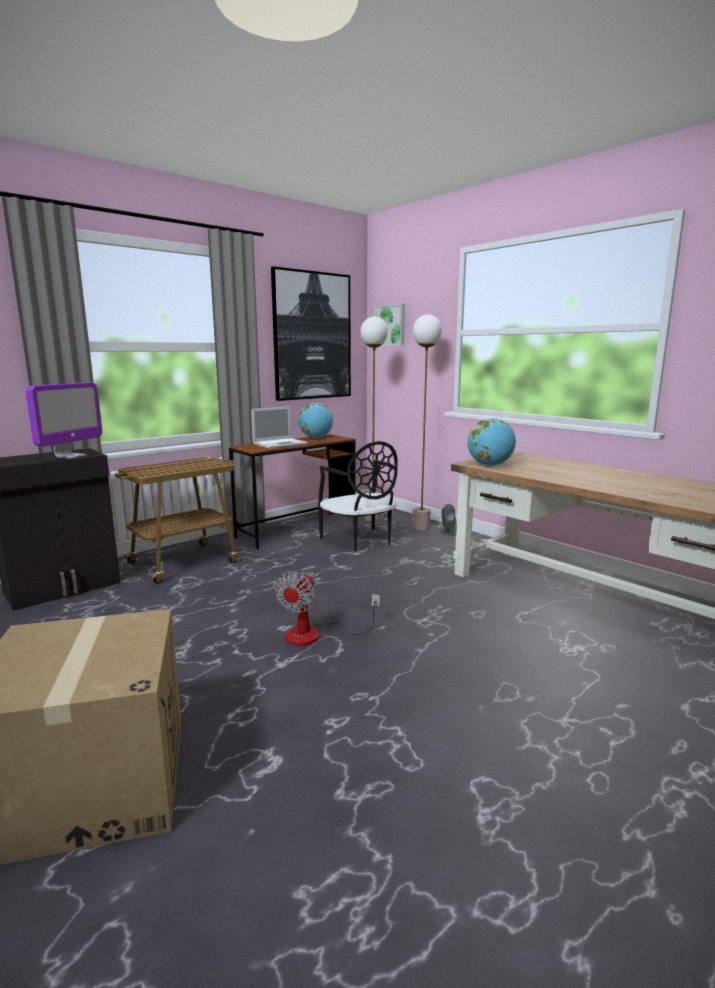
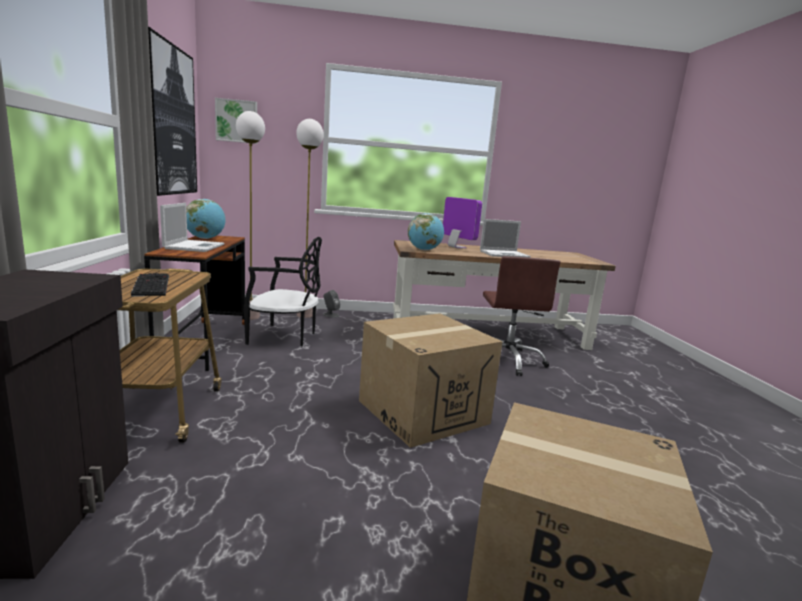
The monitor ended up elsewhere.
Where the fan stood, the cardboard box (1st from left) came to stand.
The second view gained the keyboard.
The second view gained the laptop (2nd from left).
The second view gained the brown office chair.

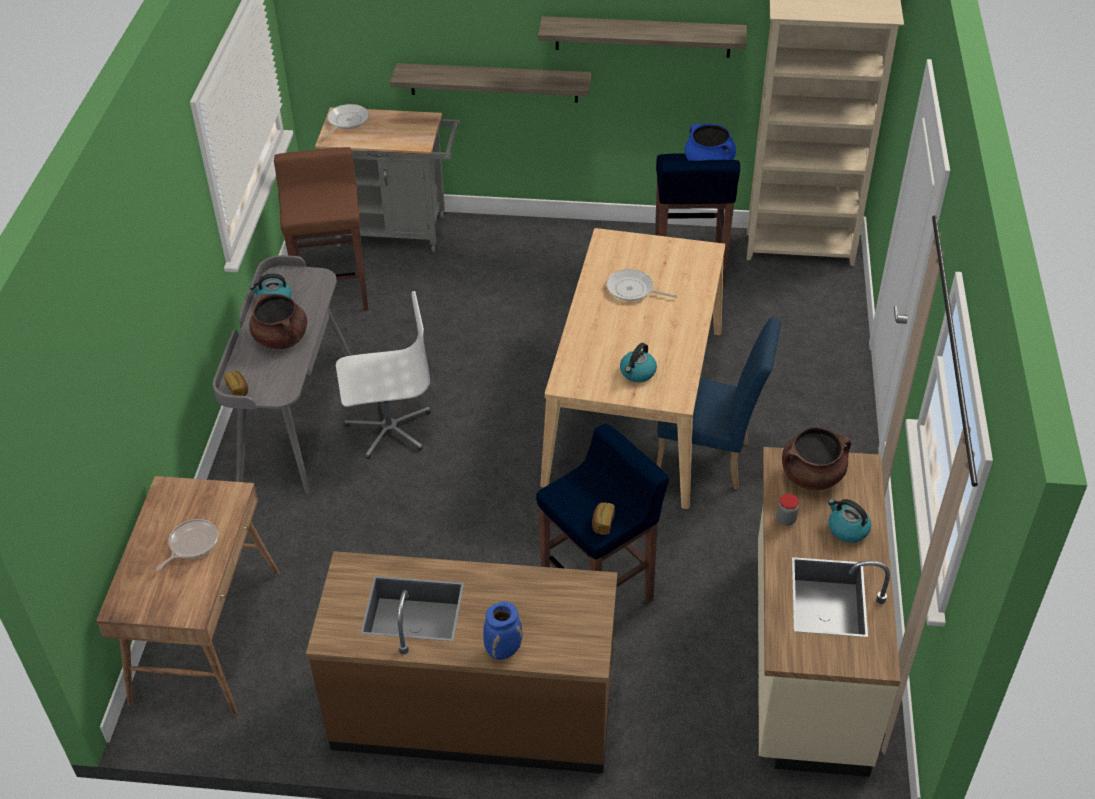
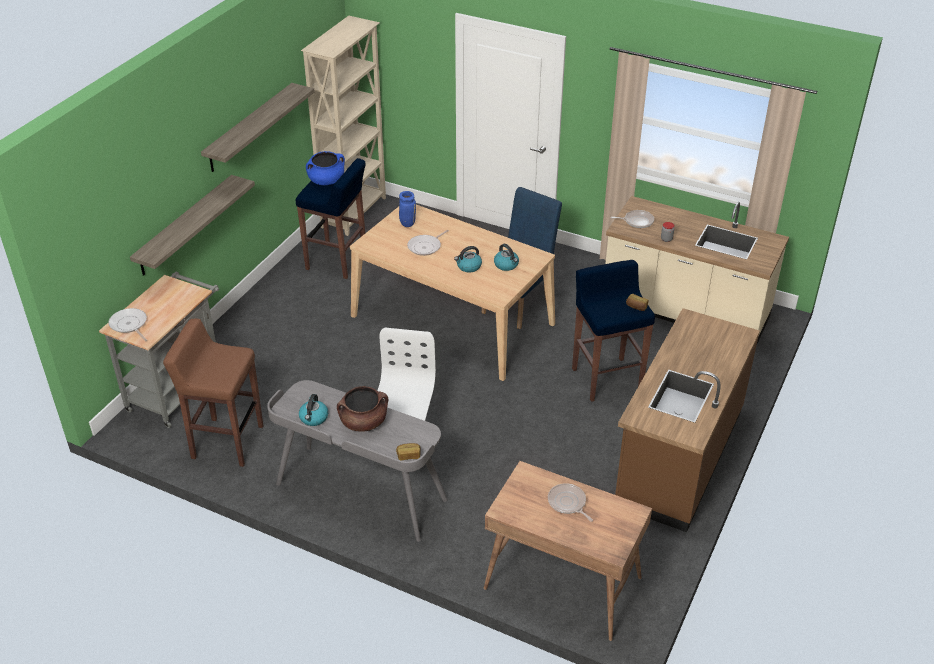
The blue vase ended up elsewhere.
Where the brown cooking pot (2nd from left) stood, the frying pan (4th from left) came to stand.
The kettle (3rd from left in the first image) ended up elsewhere.

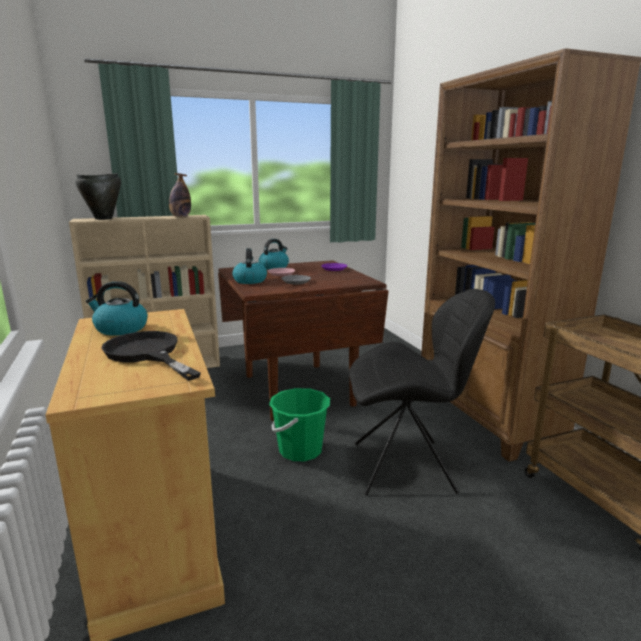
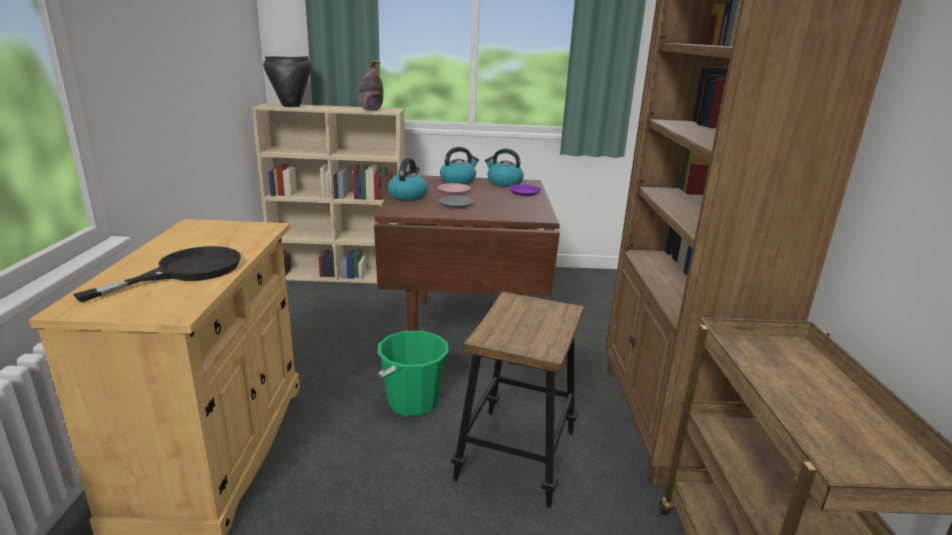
The kettle (1st from left in the first image) ended up elsewhere.
The black frying pan ended up facing another way, 60 degrees clockwise from before.
Where the black chair stood, the stool came to stand.

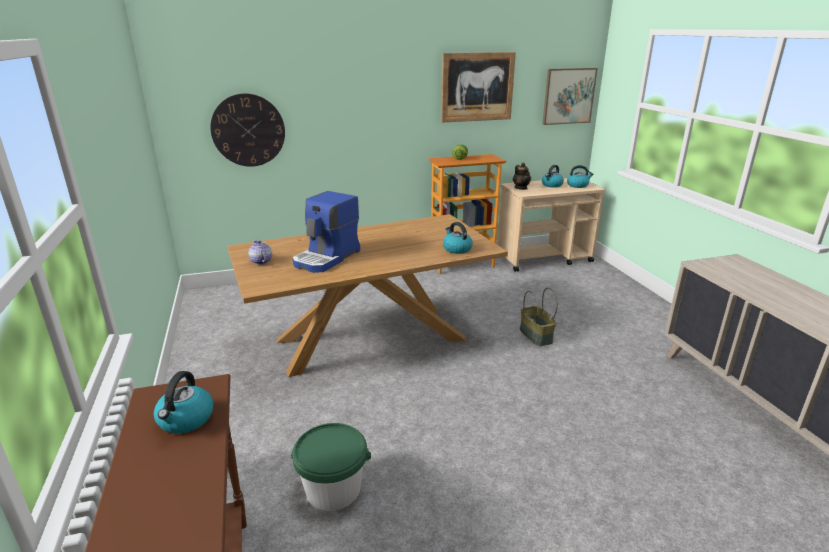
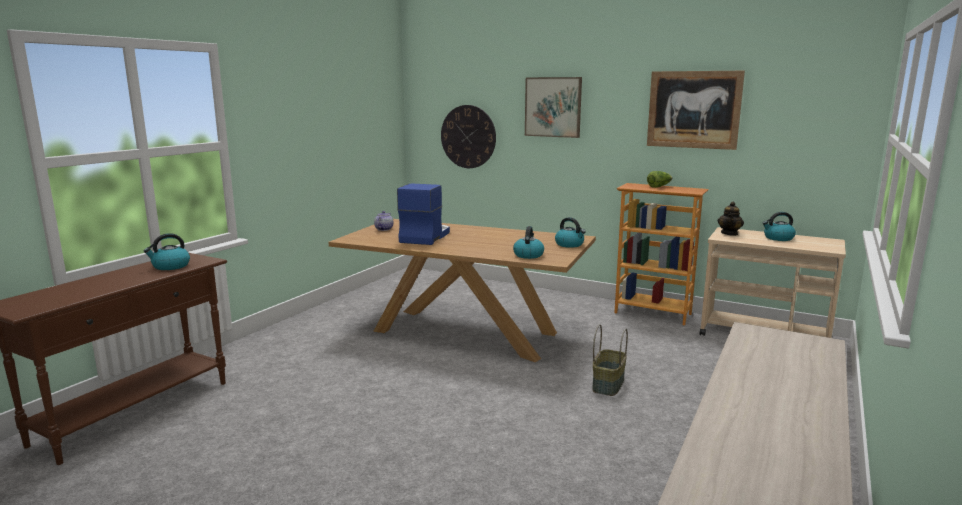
The second view lost the green bucket.
The coffee machine ended up facing another way, 120 degrees clockwise from before.
The picture (2nd from left in the first image) ended up elsewhere.
The kettle (4th from left in the first image) ended up elsewhere.

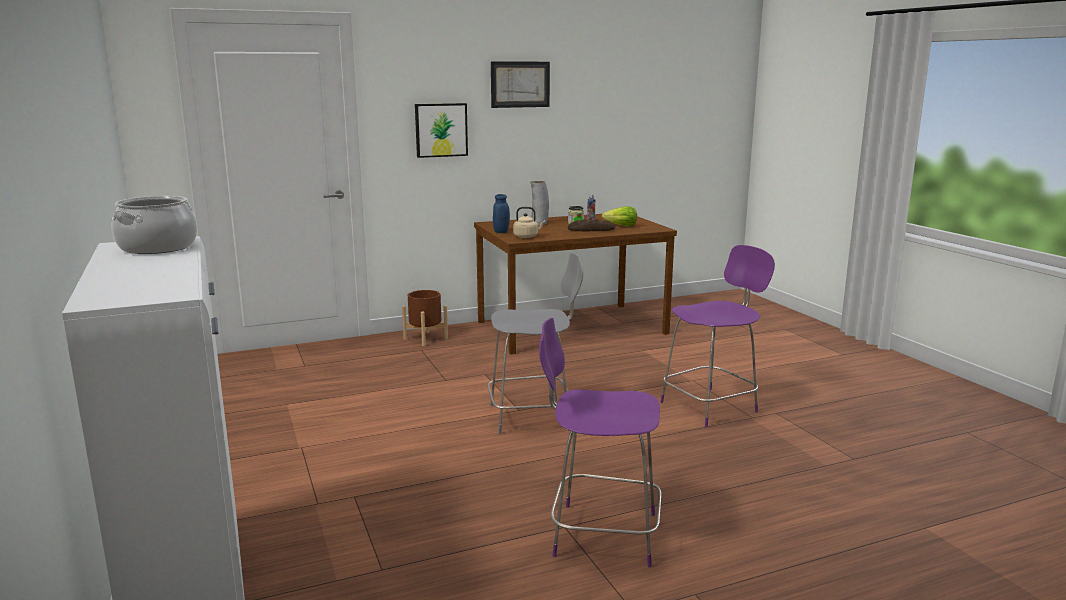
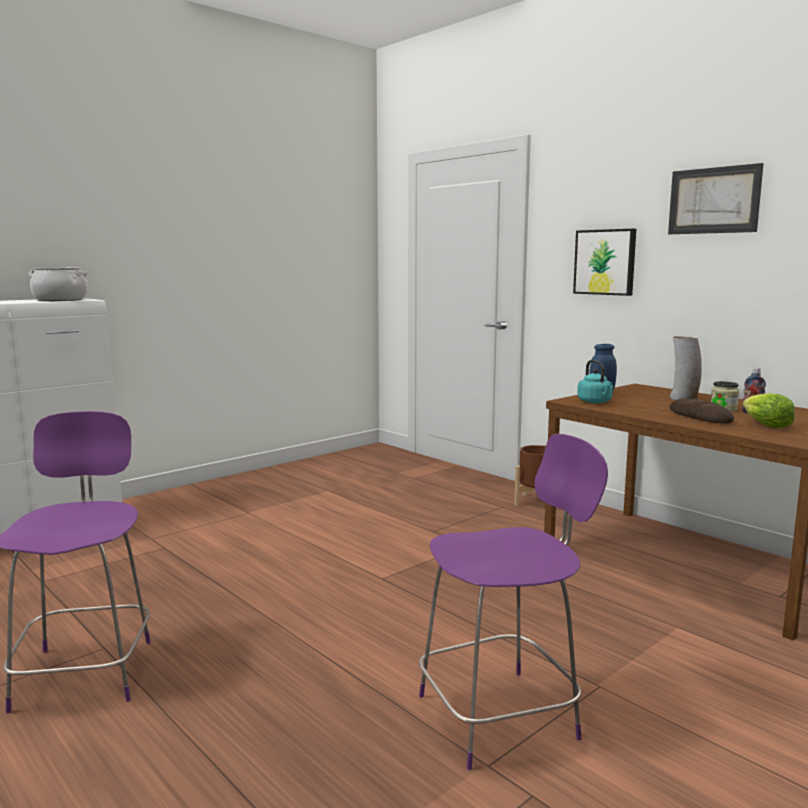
The second view lost the grey chair.
What was the beige kettle turned into the turquoise kettle.
The purple chair (2nd from left) ended up facing another way, 60 degrees counterclockwise from before.

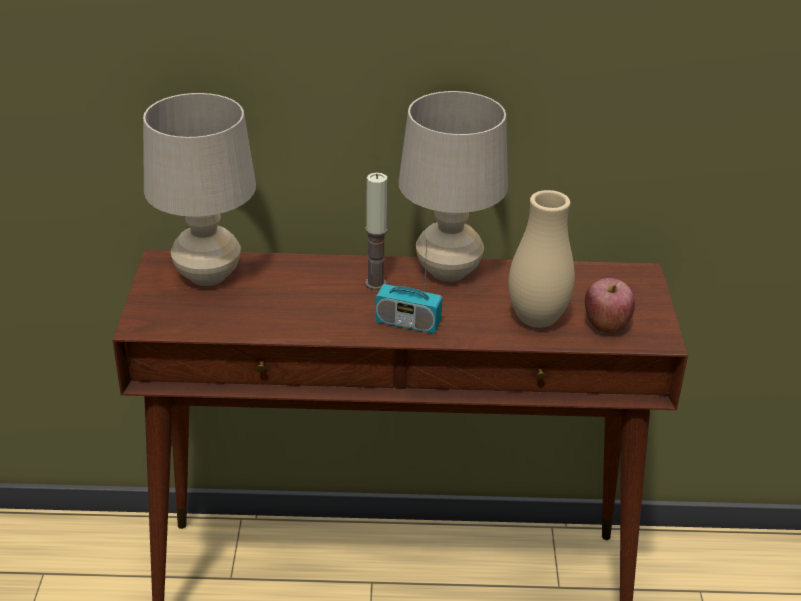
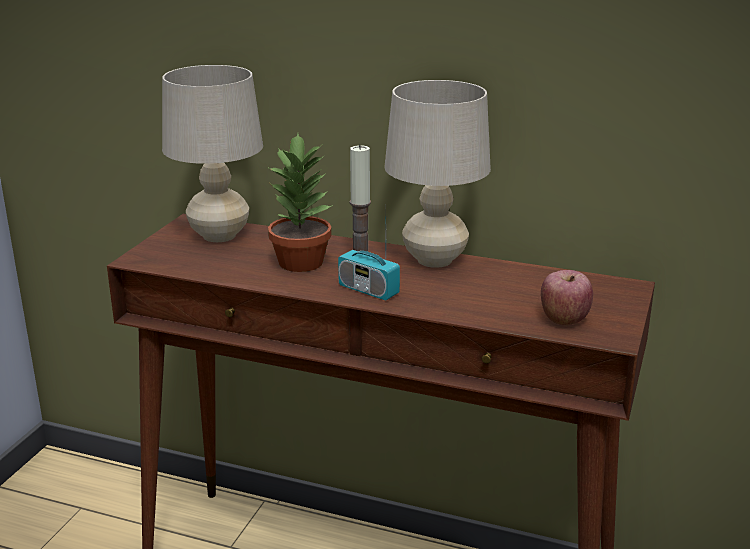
The second view lost the beige vase.
The second view gained the potted plant.

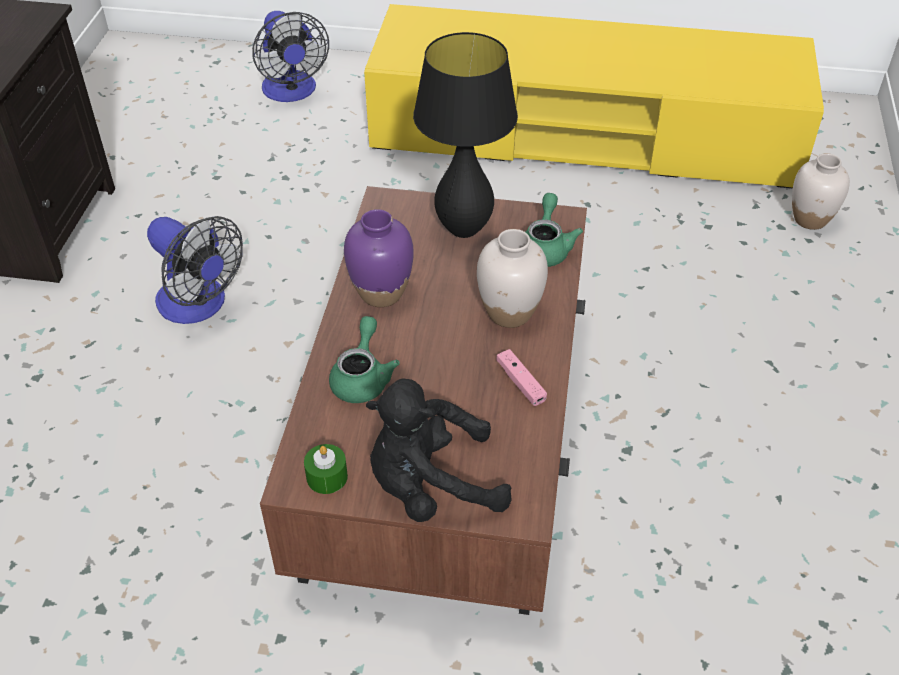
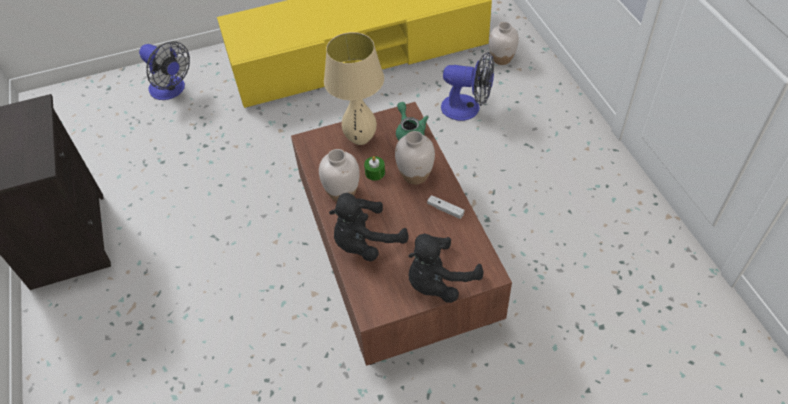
The fan (1st from left in the first image) ended up elsewhere.
The green candle ended up elsewhere.
Where the green teapot (1st from left) stood, the black plush toy (1st from left) came to stand.
What was the purple vase turned into the white vase (1st from left).
What was the black table lamp turned into the beige table lamp.
What was the pink game controller turned into the white game controller.

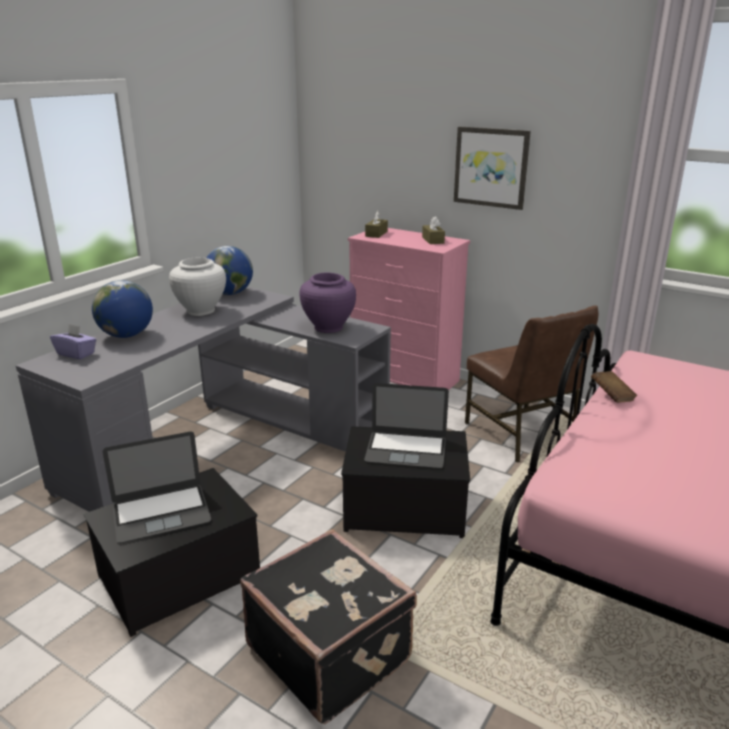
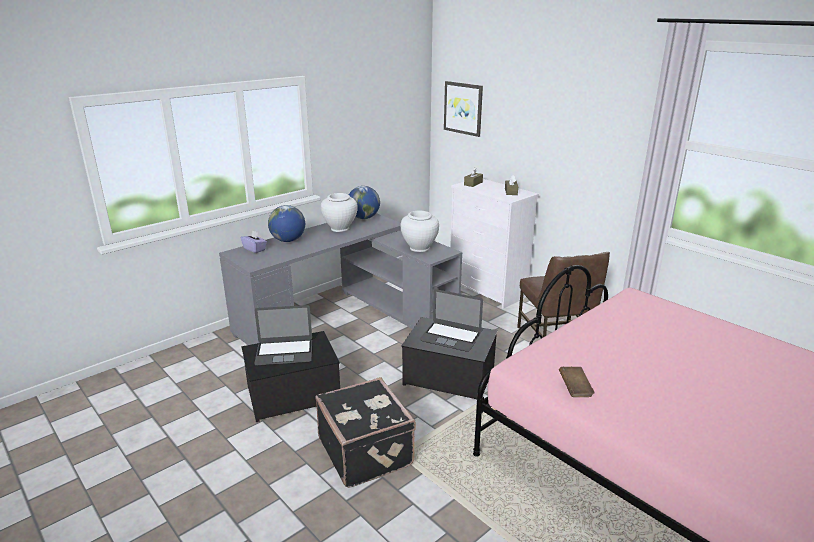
What was the purple vase turned into the white vase (2nd from left).
What was the pink dresser turned into the white dresser.
The picture ended up elsewhere.
The brown book ended up elsewhere.

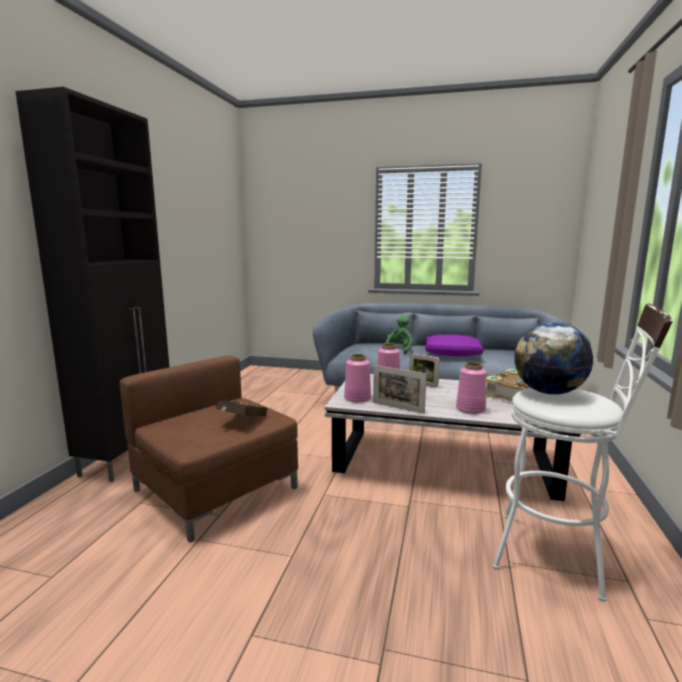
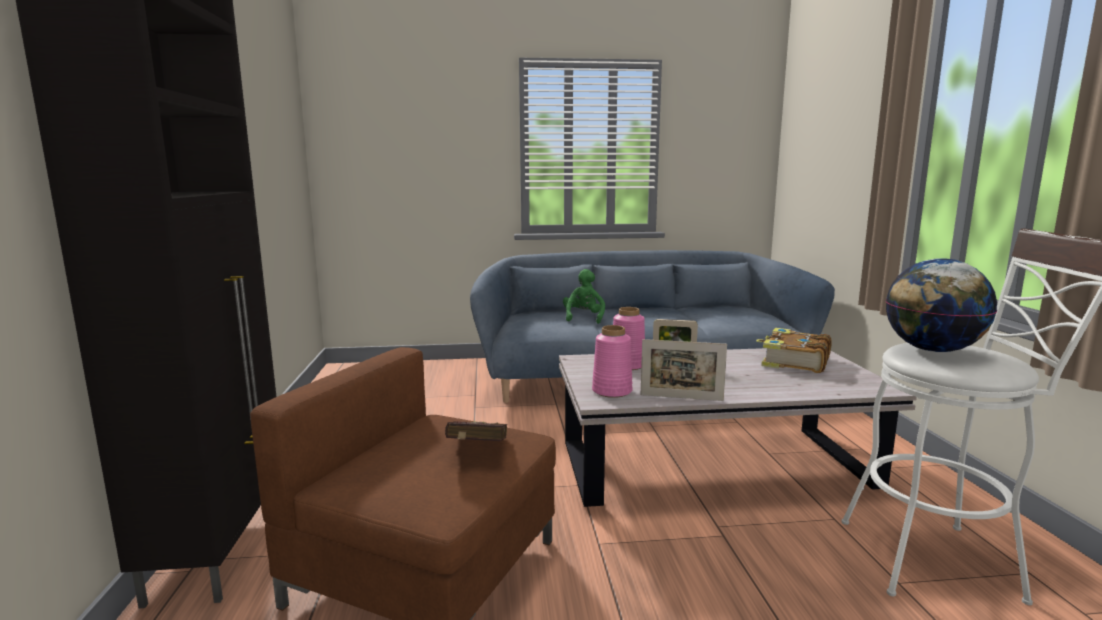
The second view lost the purple pillow.
The second view lost the pink vase (3rd from left).

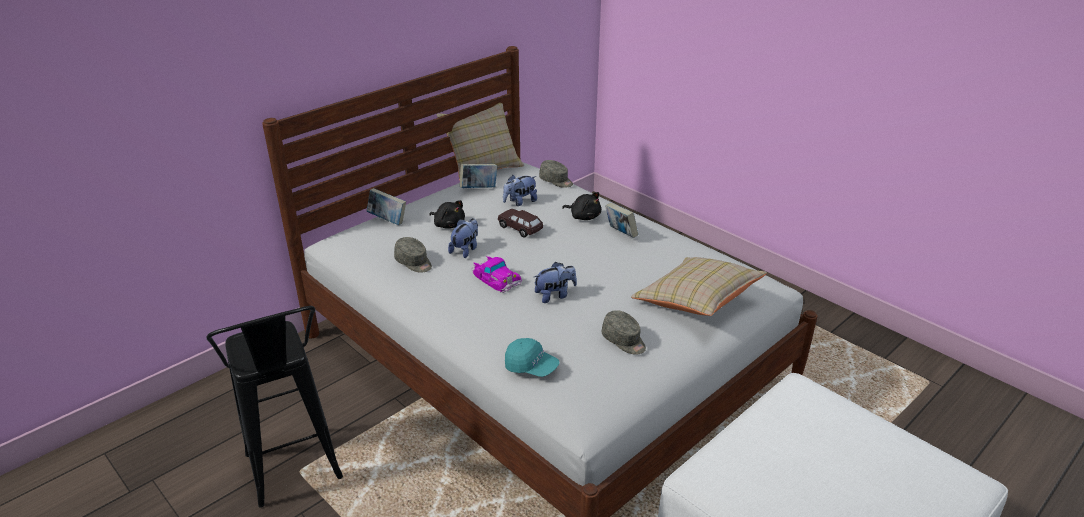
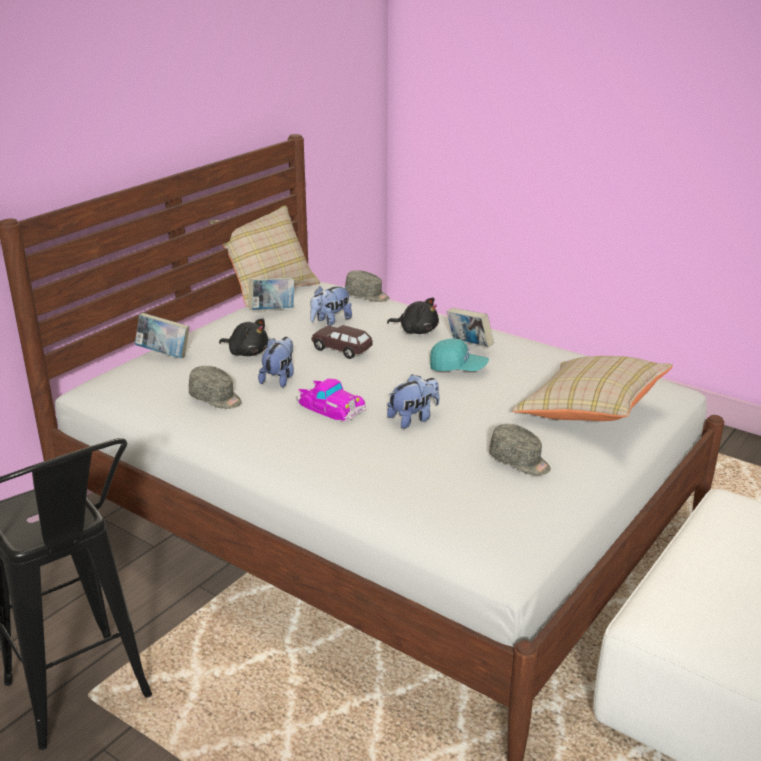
The turquoise cap ended up elsewhere.

